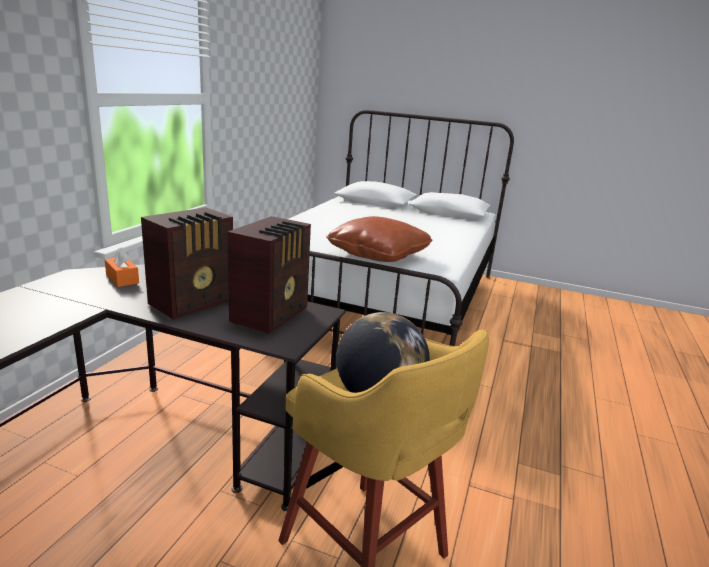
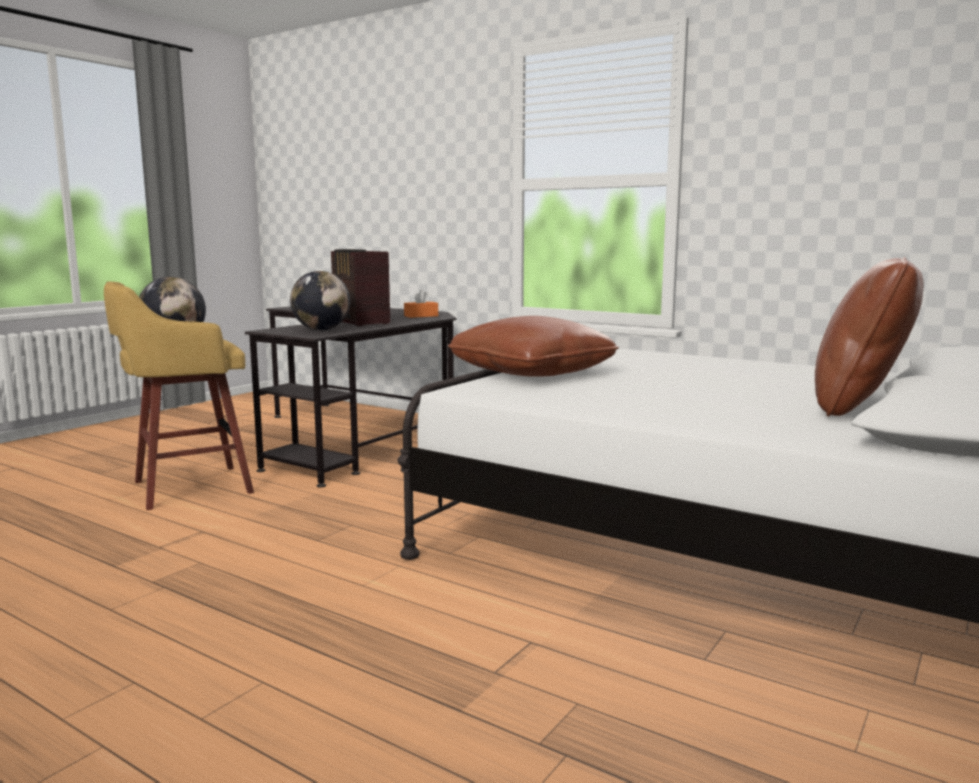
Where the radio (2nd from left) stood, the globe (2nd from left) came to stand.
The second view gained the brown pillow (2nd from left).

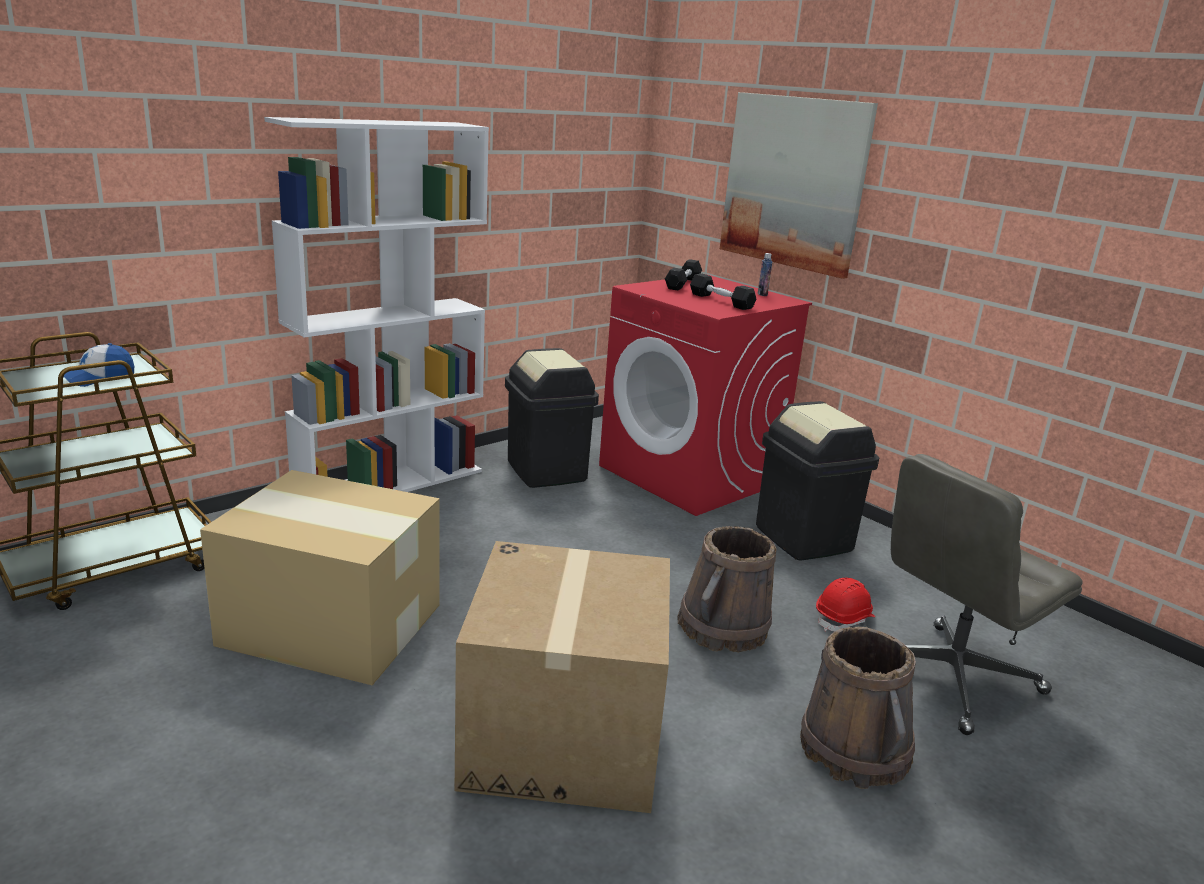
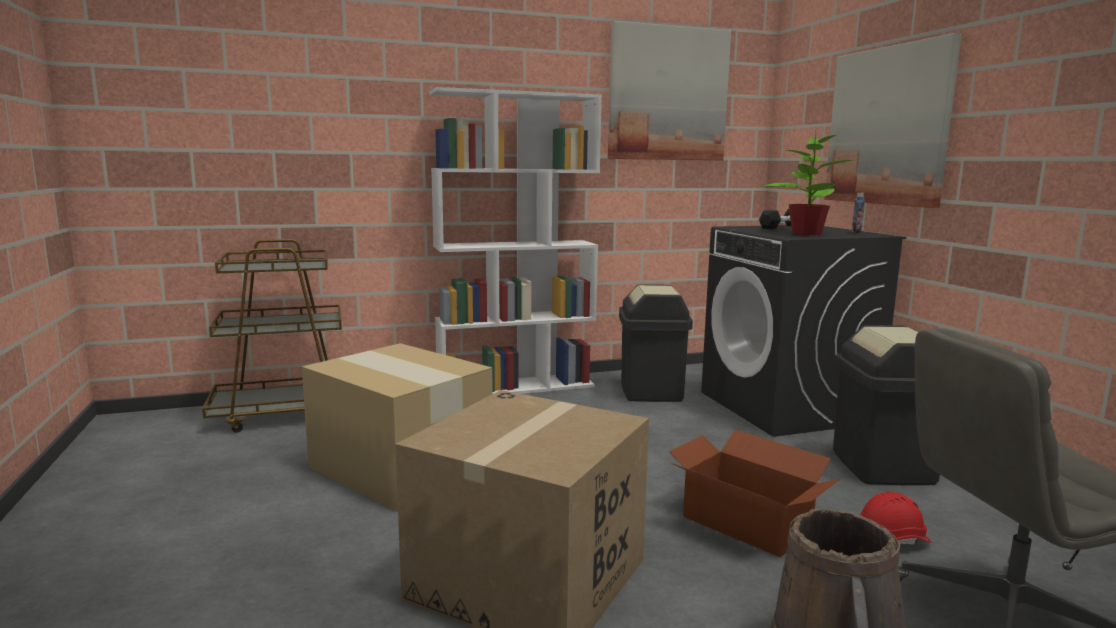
The second view lost the cap.
What was the red washing machine turned into the black washing machine.
Where the brown bucket (1st from left) stood, the cardboard box (3rd from left) came to stand.
Where the black dumbbell (2nd from left) stood, the potted plant came to stand.
The second view gained the picture (1st from left).

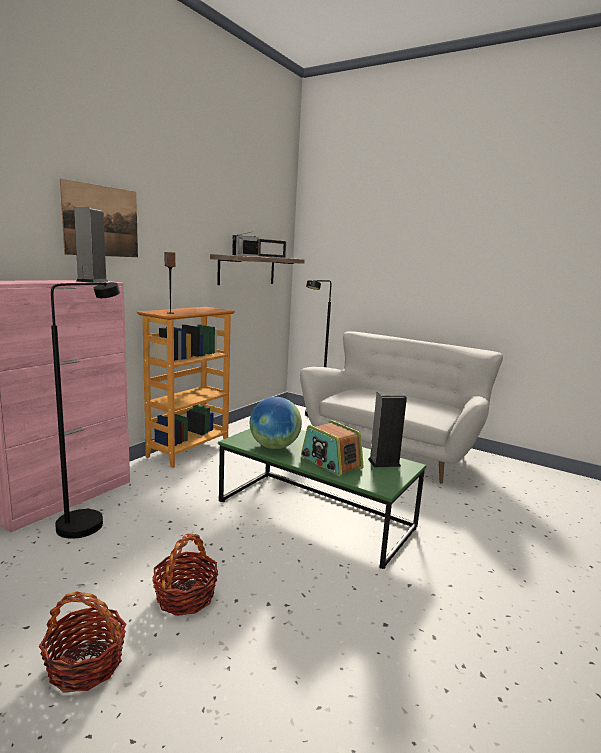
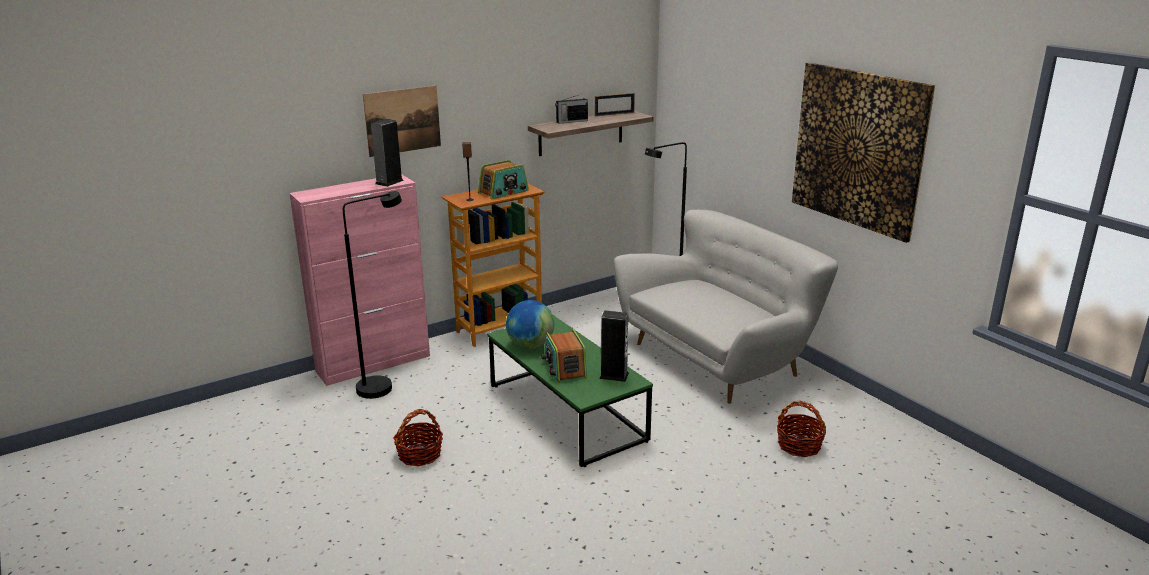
The basket (1st from left in the first image) ended up elsewhere.
The second view gained the radio (1st from left).
The second view gained the picture (2nd from left).

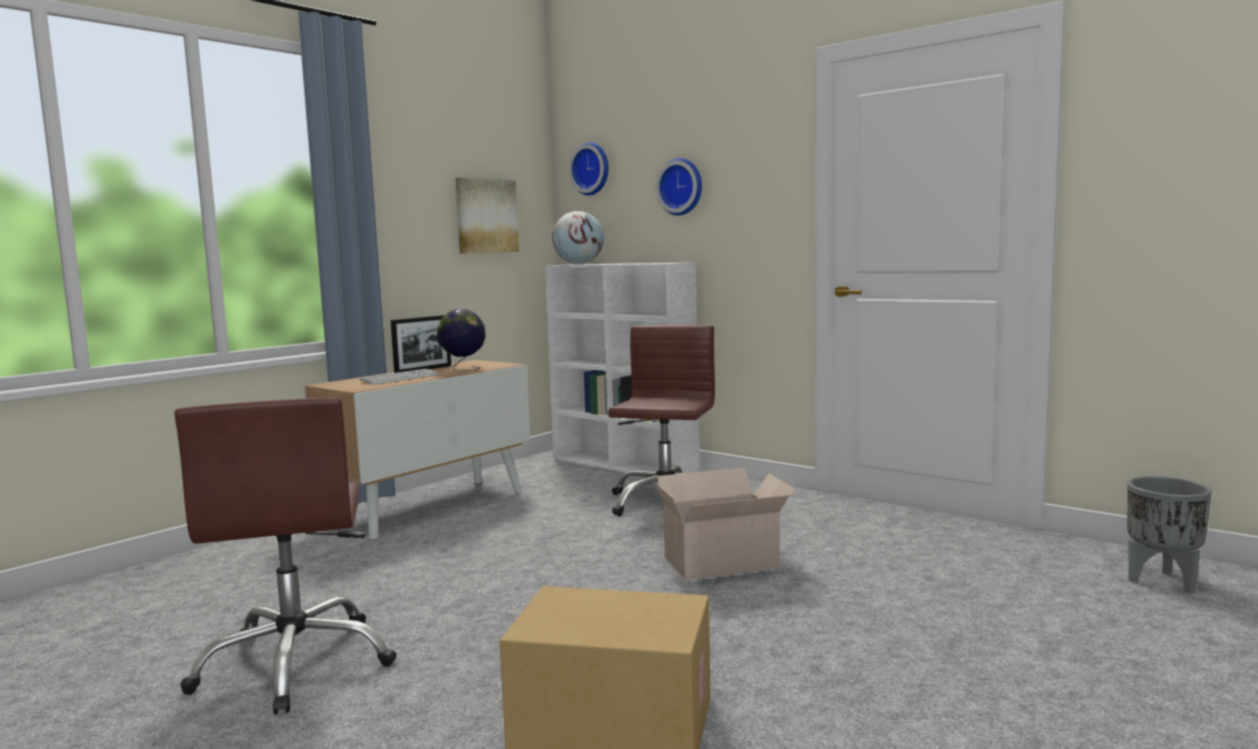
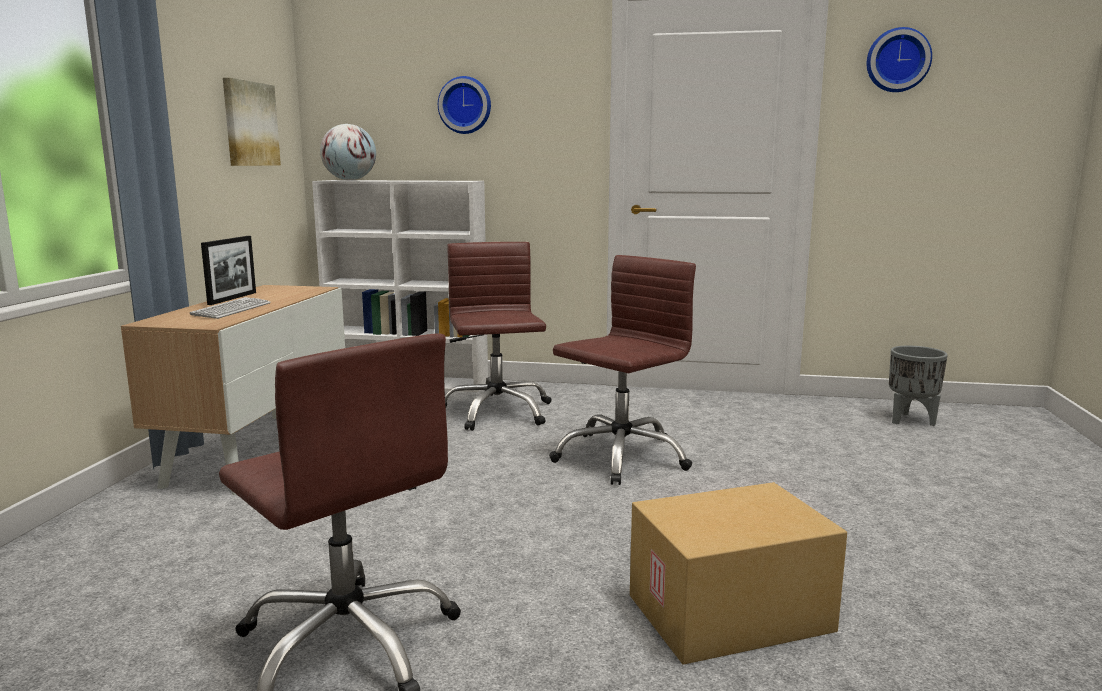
The second view lost the globe (1st from left).
The wall clock (1st from left in the first image) ended up elsewhere.
Where the cardboard box (2nd from left) stood, the brown office chair (3rd from left) came to stand.

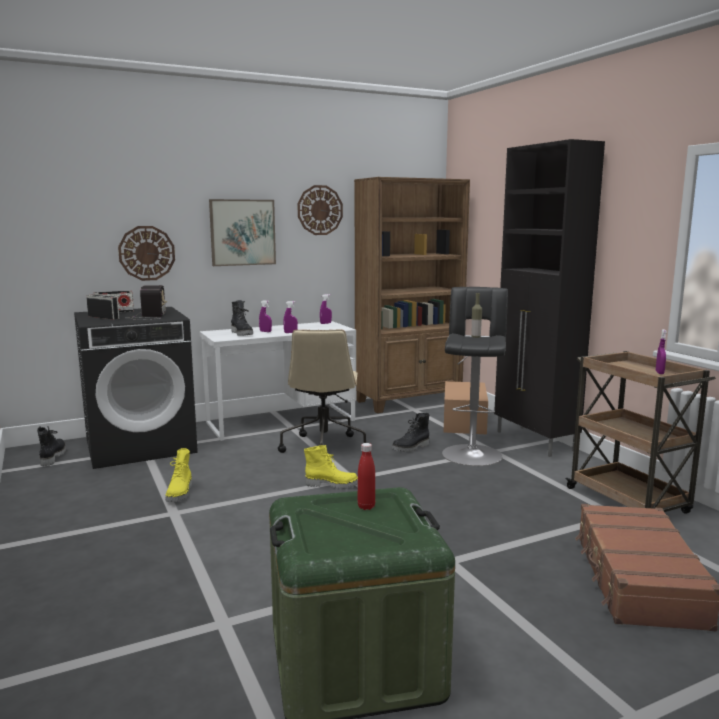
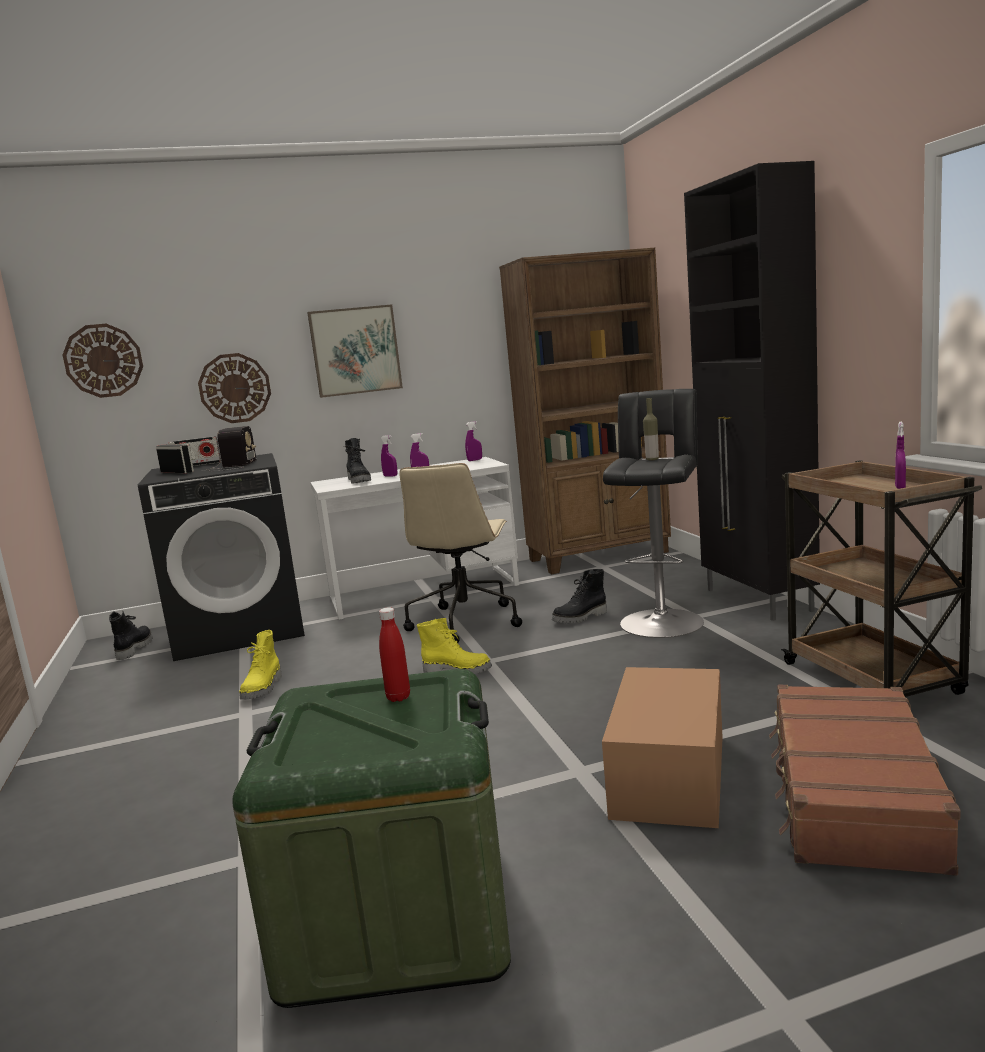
The wall clock (2nd from left in the first image) ended up elsewhere.
The cardboard box ended up elsewhere.

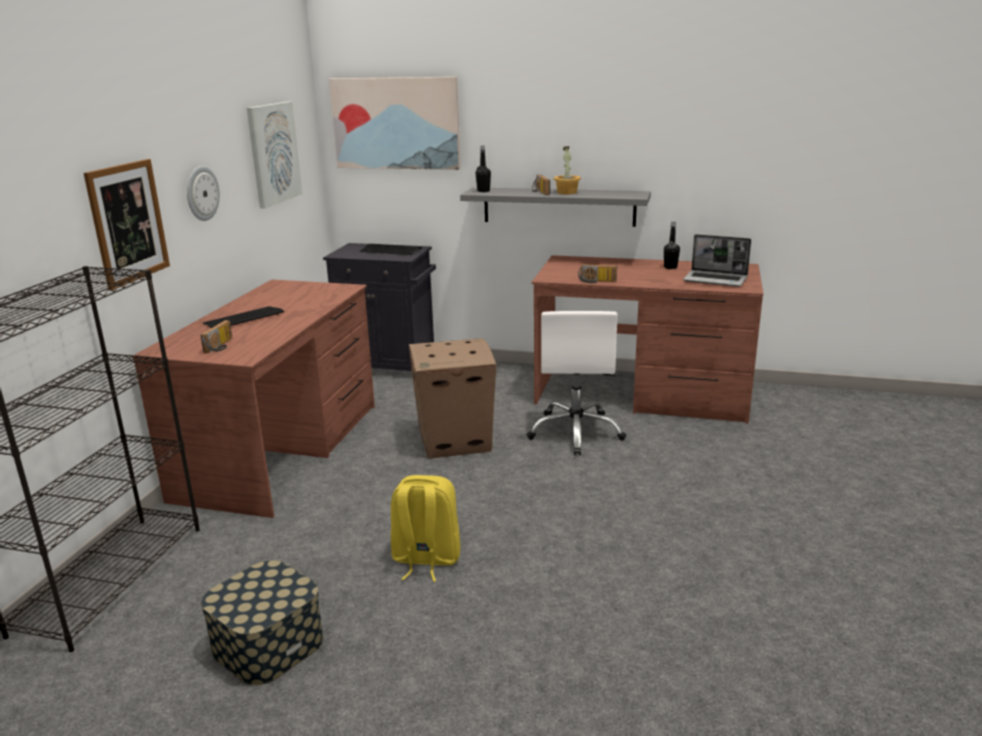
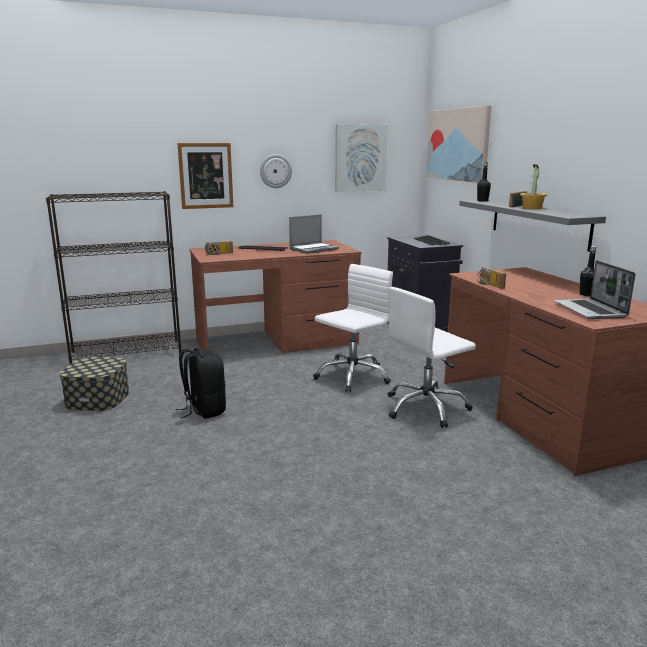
What was the yellow backpack turned into the black backpack.
Where the cardboard box stood, the white office chair (1st from left) came to stand.
The second view gained the laptop (1st from left).

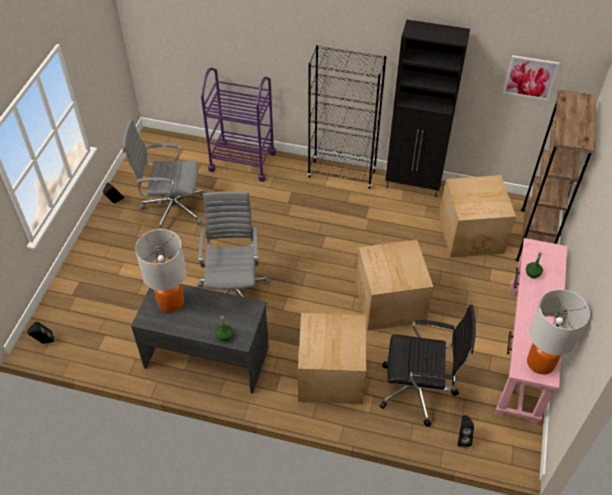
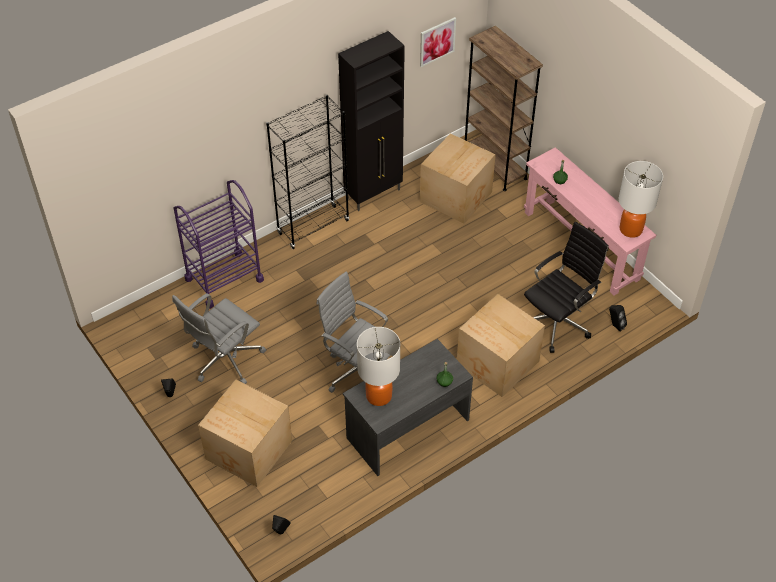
The cardboard box (2nd from left in the first image) ended up elsewhere.

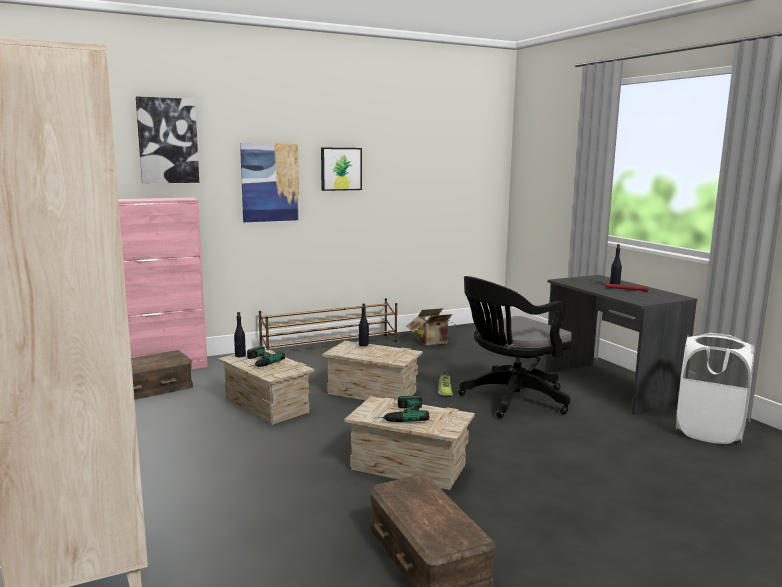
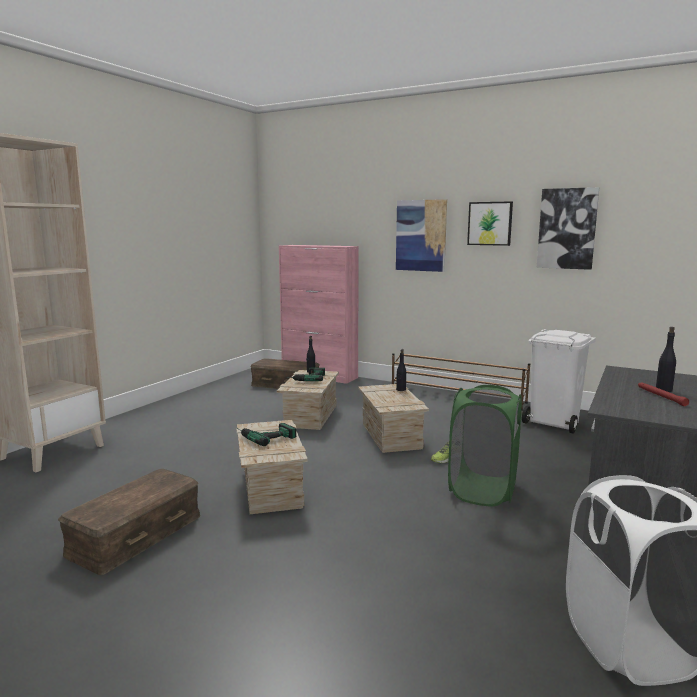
The picture (1st from left in the first image) ended up elsewhere.
Where the cardboard box stood, the white trash can came to stand.
Where the black office chair stood, the green laundry basket came to stand.

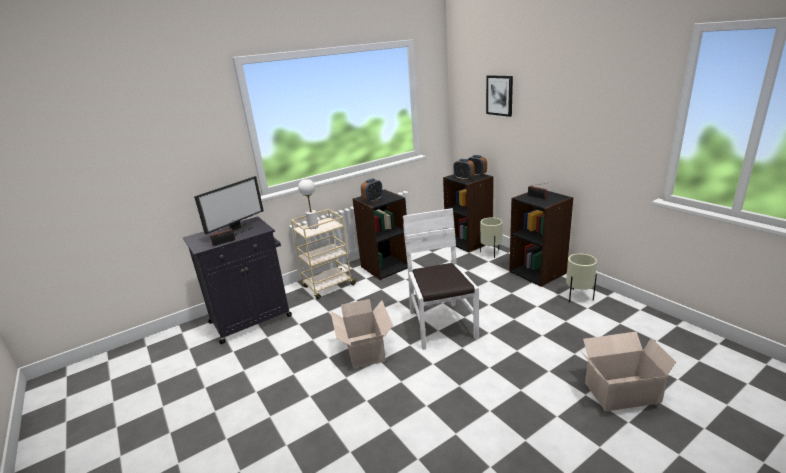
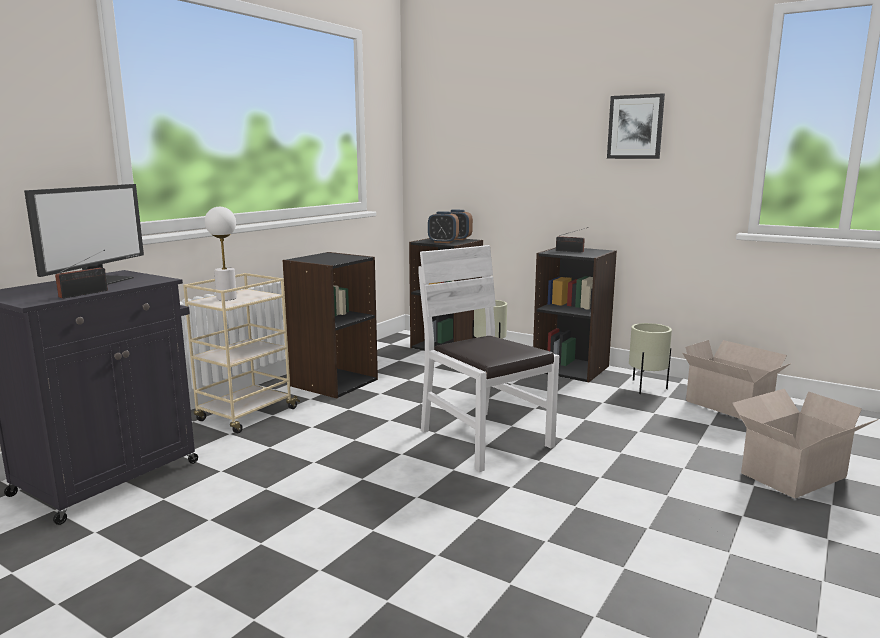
The cardboard box (1st from left) ended up elsewhere.
The second view lost the alarm clock (1st from left).
The picture ended up elsewhere.

